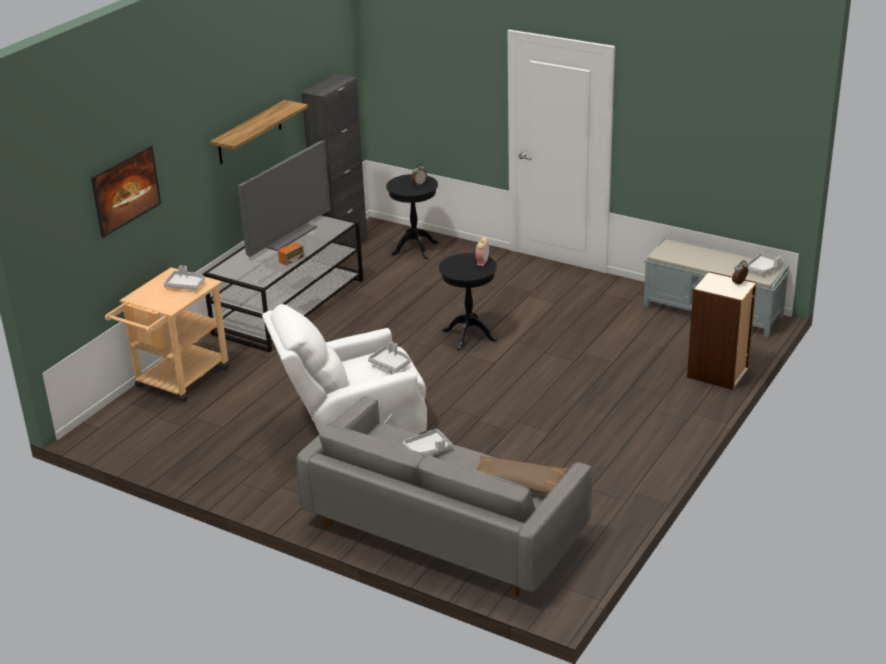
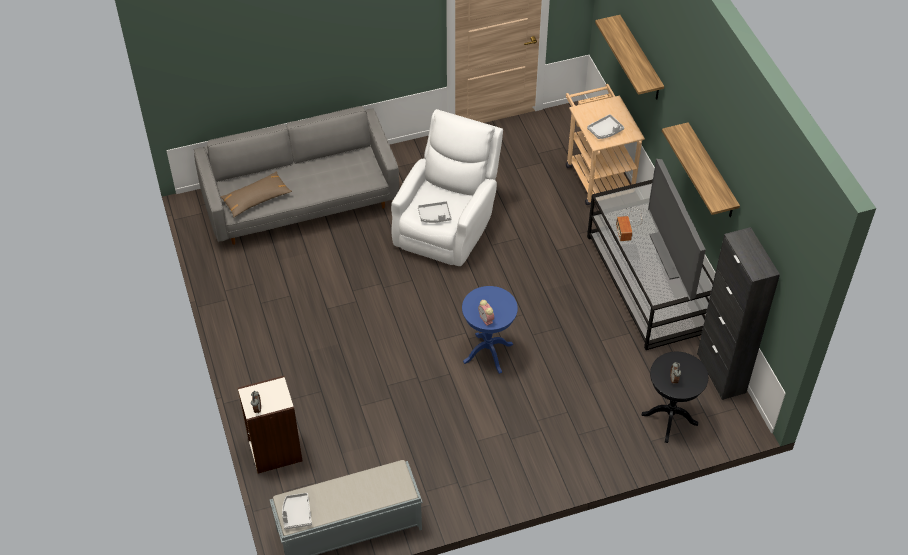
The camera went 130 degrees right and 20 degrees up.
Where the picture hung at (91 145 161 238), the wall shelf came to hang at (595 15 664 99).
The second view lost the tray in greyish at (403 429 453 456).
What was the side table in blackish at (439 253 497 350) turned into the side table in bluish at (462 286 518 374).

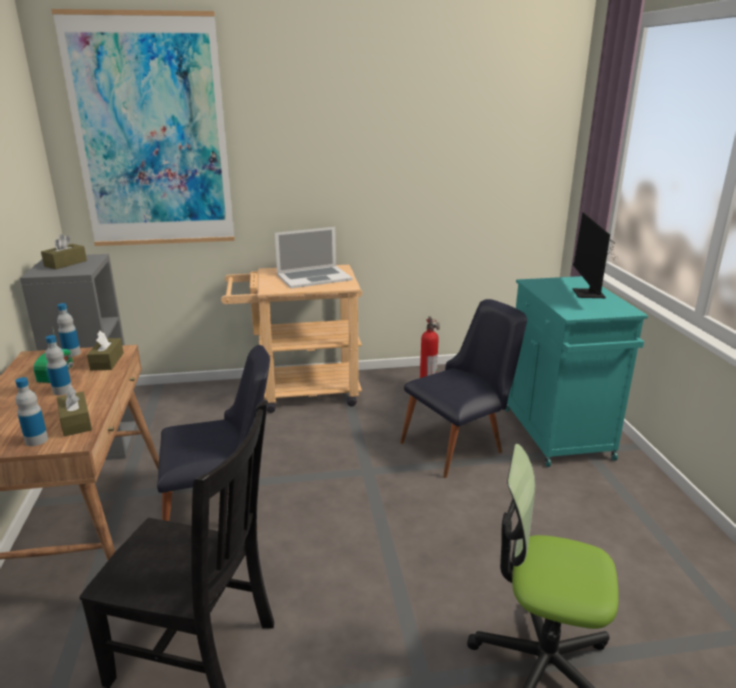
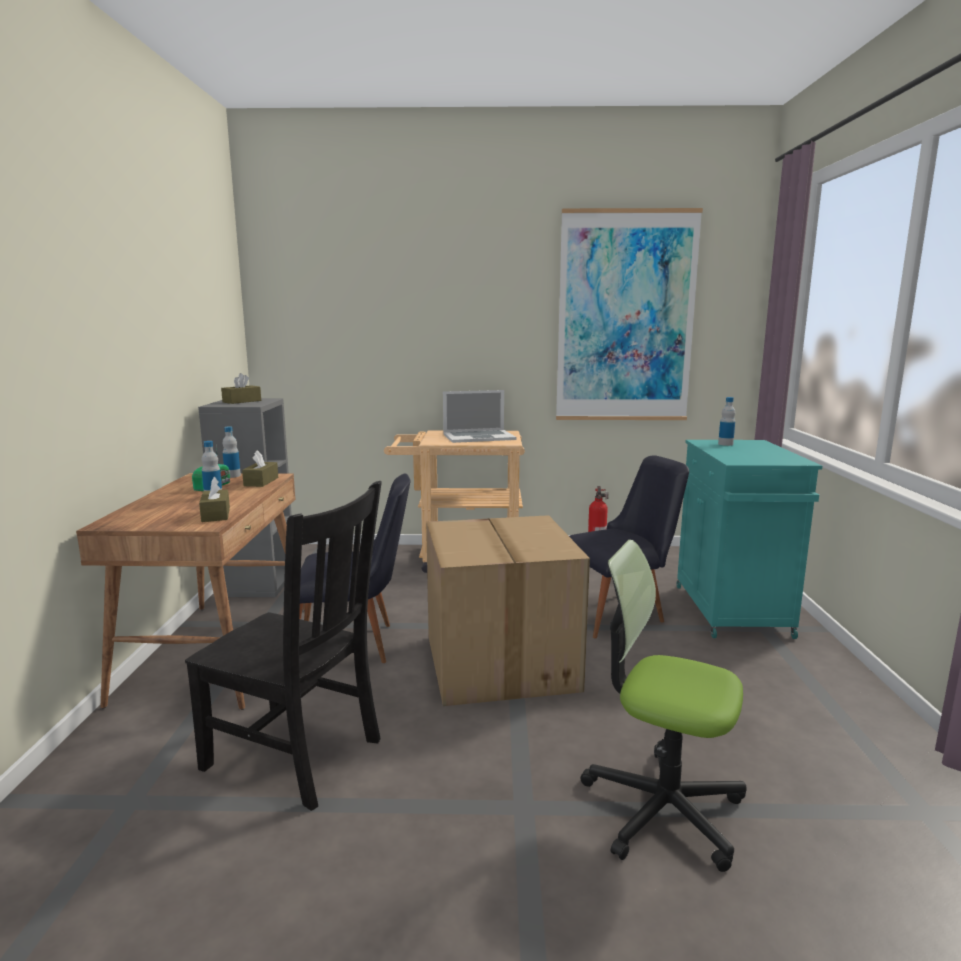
The camera went 10 degrees right and 10 degrees down.
The beverage bottle ended up elsewhere, having gone from (15 377 48 446) to (718 397 735 446).
The picture ended up elsewhere, having gone from (51 9 235 246) to (556 208 703 420).
The second view lost the computer display at (572 212 615 298).
The second view gained the carton at (426 515 590 706).

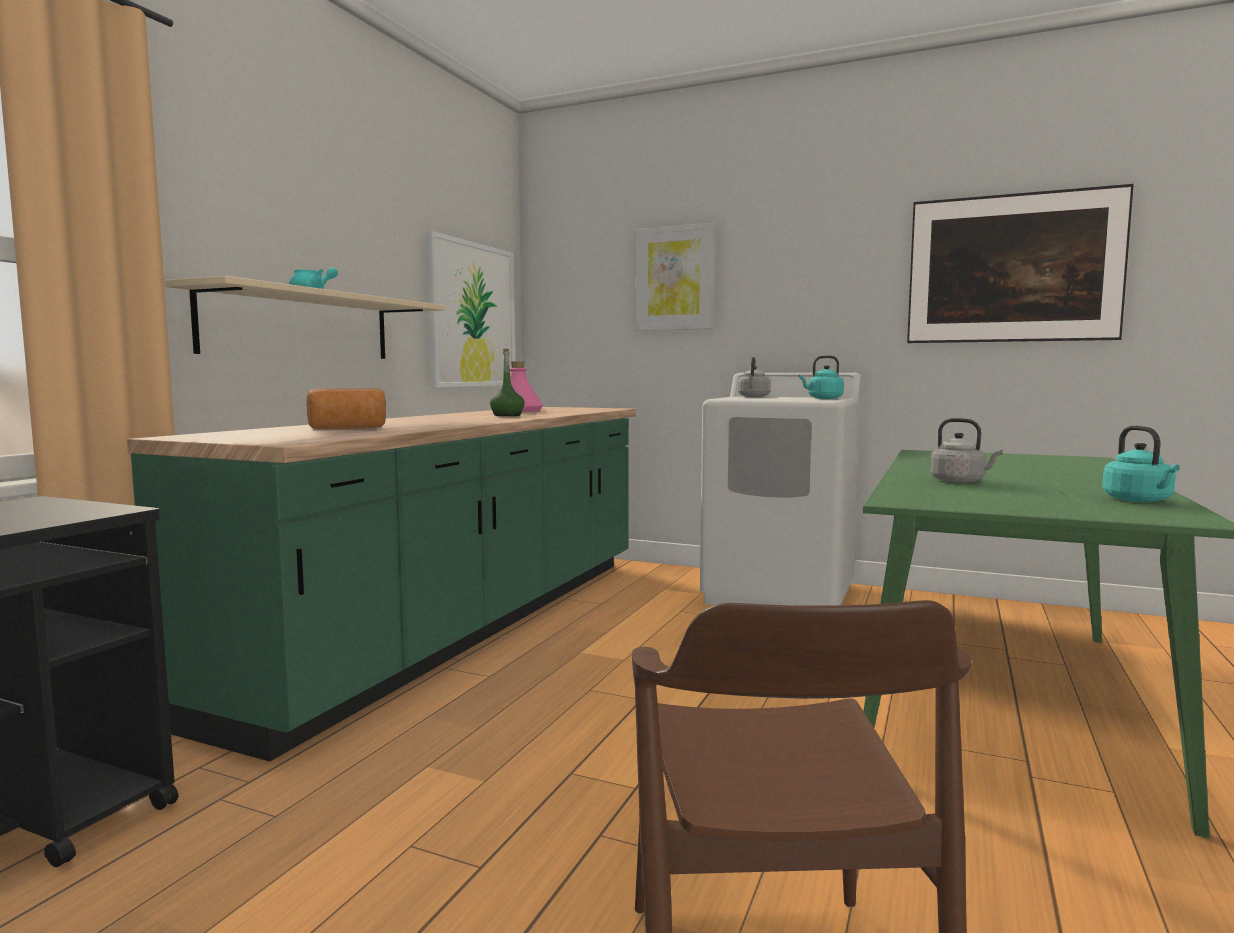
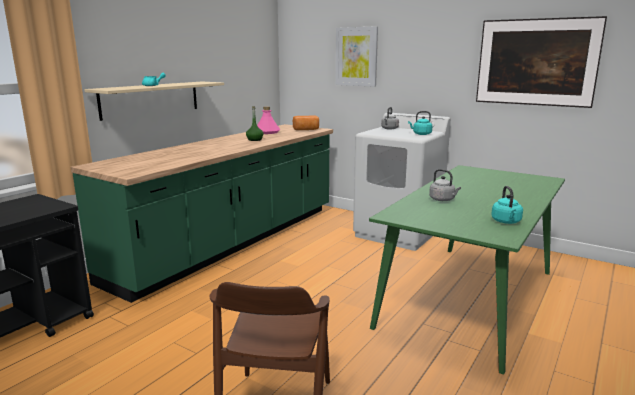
The camera went 10 degrees right and 10 degrees up.
The bakery bread ended up elsewhere, having gone from (306 388 386 429) to (293 116 319 130).
The second view lost the picture at (426 231 515 387).

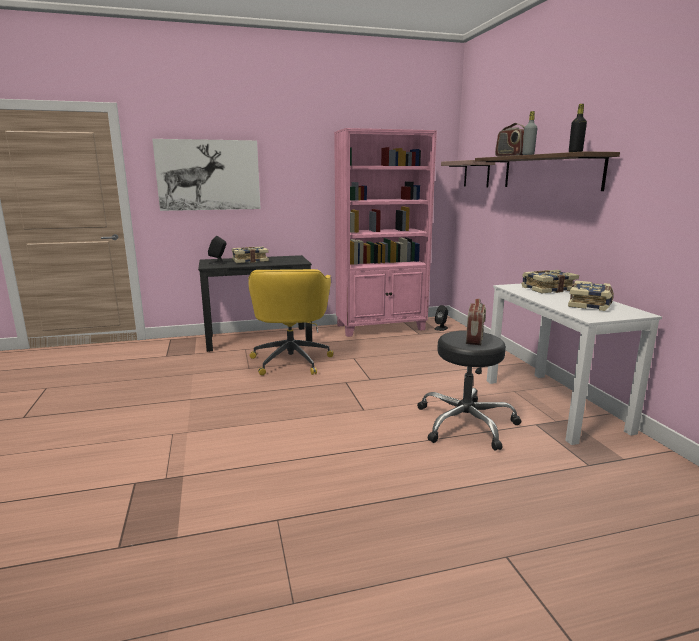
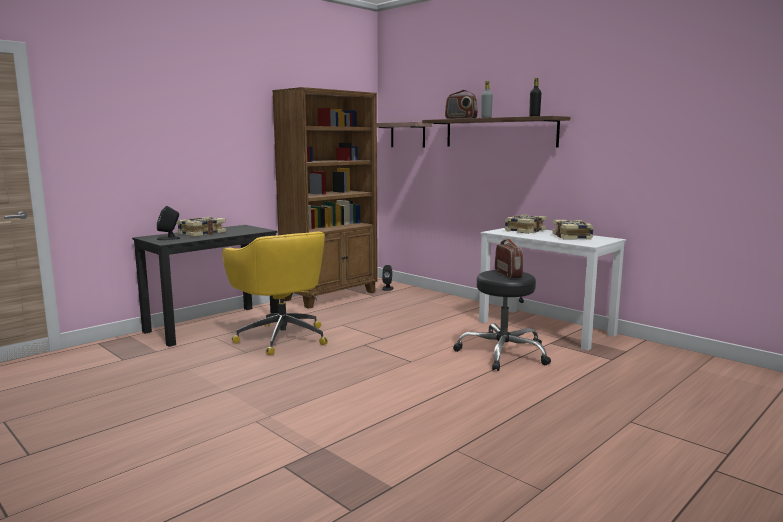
The camera went 30 degrees left and 5 degrees down.
The second view lost the picture at (152 139 261 211).
What was the bookshelf in pinkish at (334 128 437 337) turned into the bookshelf in brownish at (272 87 378 309).

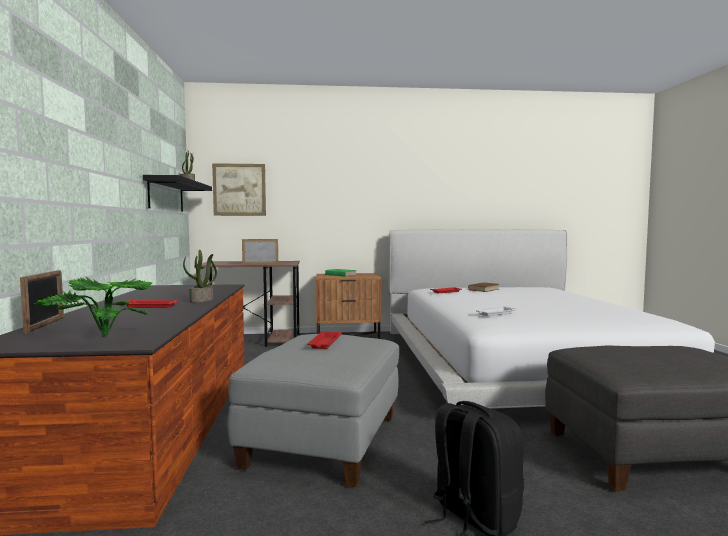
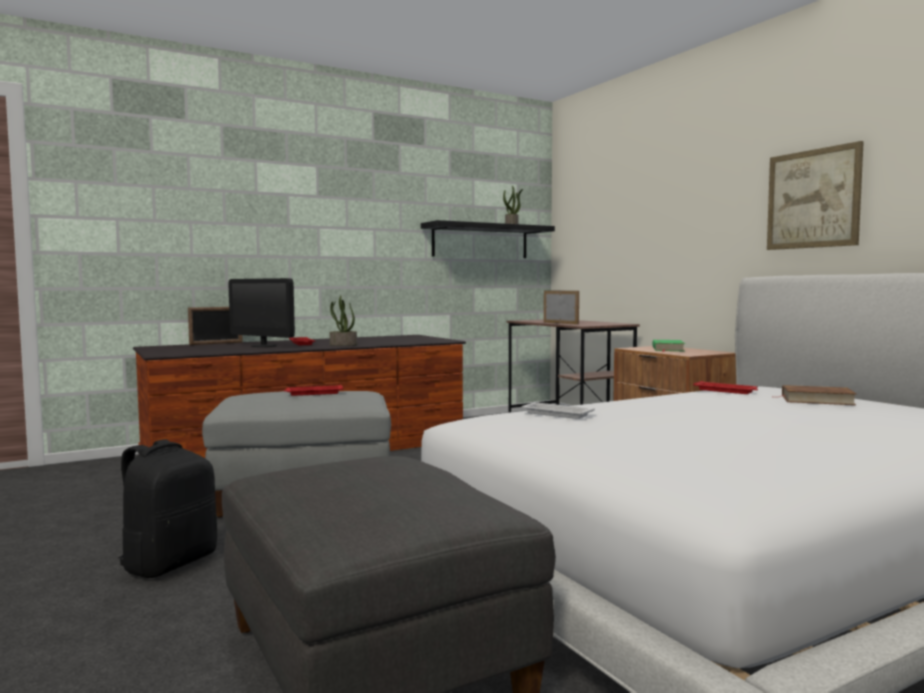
The camera went 65 degrees right and 0 degrees up.
The second view lost the houseplant at (34 277 153 337).
The picture ended up elsewhere, having gone from (212 163 266 216) to (767 141 864 250).
The second view gained the computer display at (228 278 295 347).

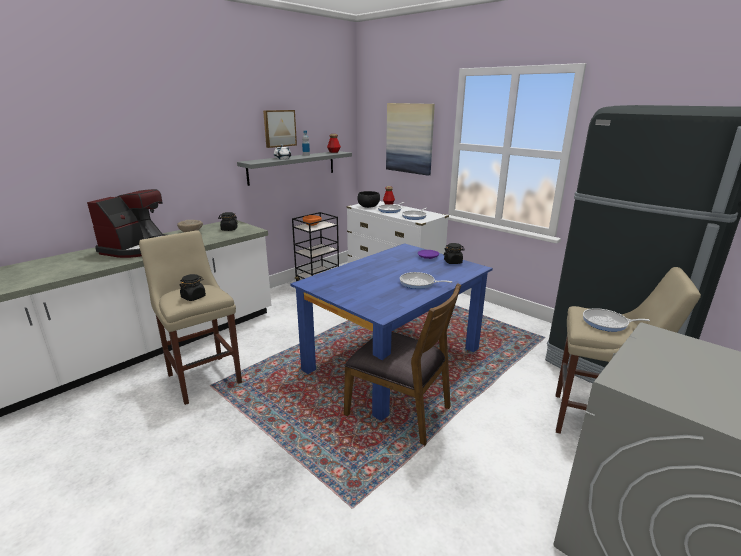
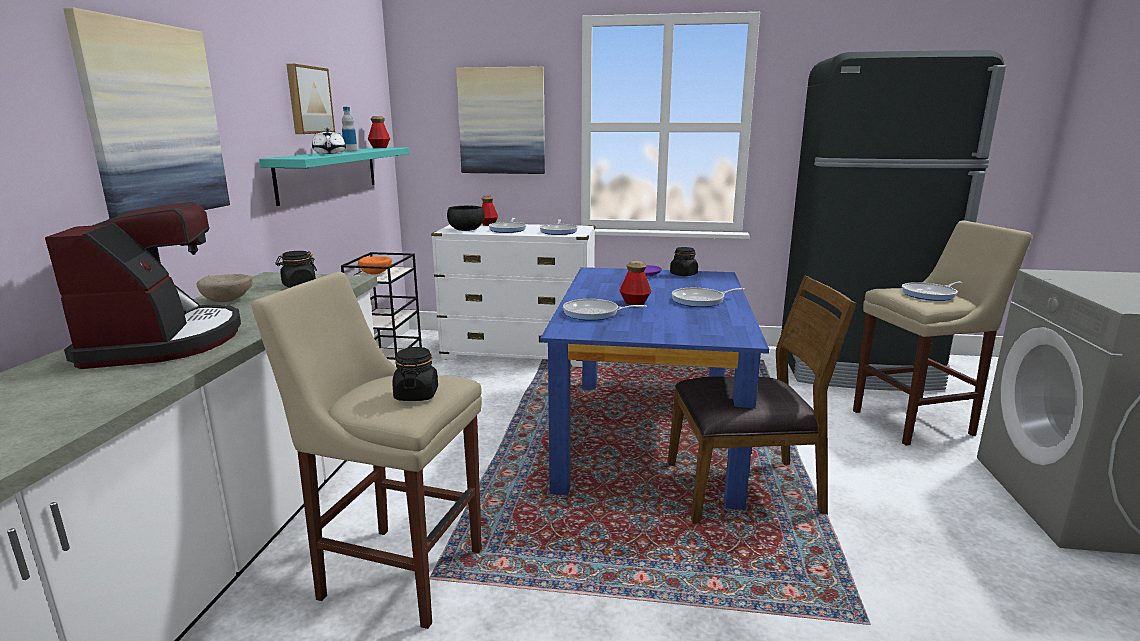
The camera went 35 degrees left and 5 degrees down.
What was the wall shelf in greyish at (237 151 352 186) turned into the wall shelf in blue-green at (259 147 410 206).
The second view gained the picture at (63 7 230 219).
The second view gained the pan at (563 299 647 321).
The second view gained the beverage bottle at (619 261 652 305).

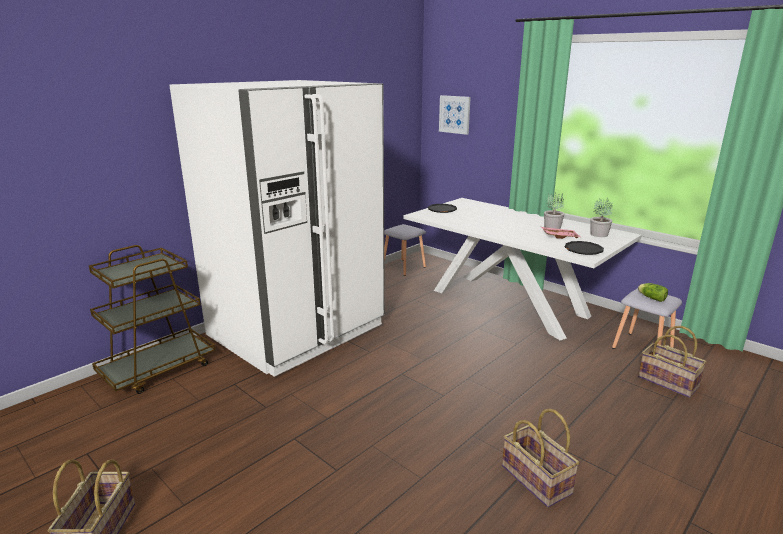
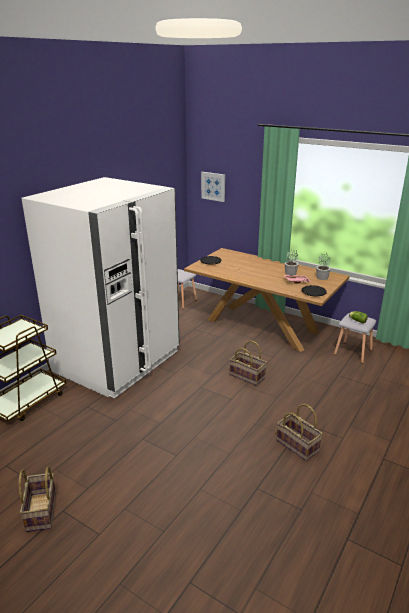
The camera went 10 degrees left and 5 degrees up.
What was the dining table in white-coloured at (404 198 642 340) turned into the dining table in brownish at (184 248 349 352).
The basket ended up elsewhere, having gone from (638 326 707 398) to (230 341 267 386).

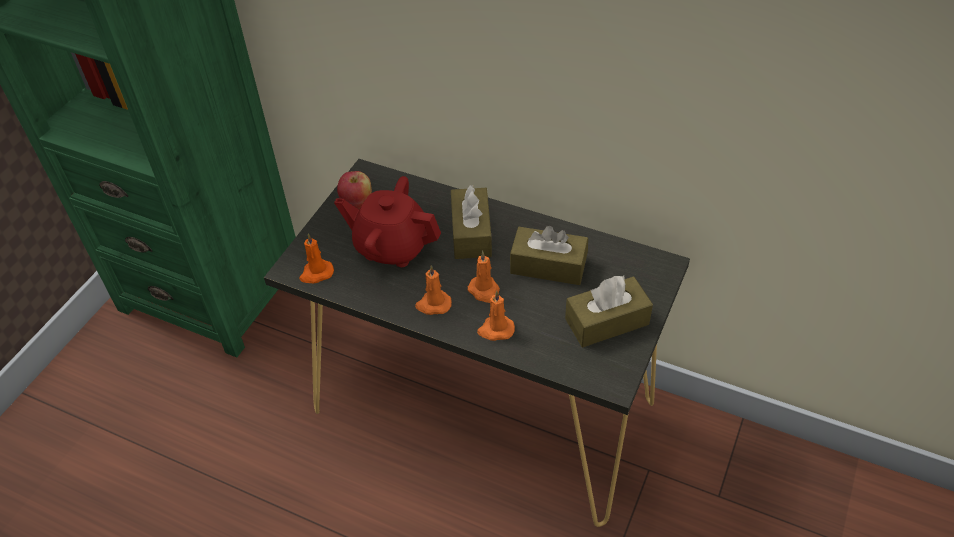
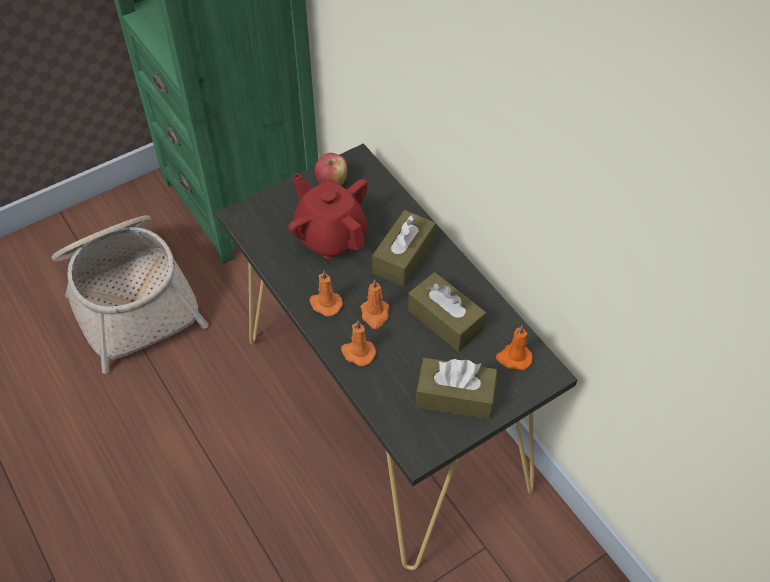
The camera went 30 degrees right and 5 degrees up.
The wax light in orange-coloured ended up elsewhere, having gone from (299 234 334 284) to (496 325 533 370).
The second view gained the basket at (52 215 209 374).

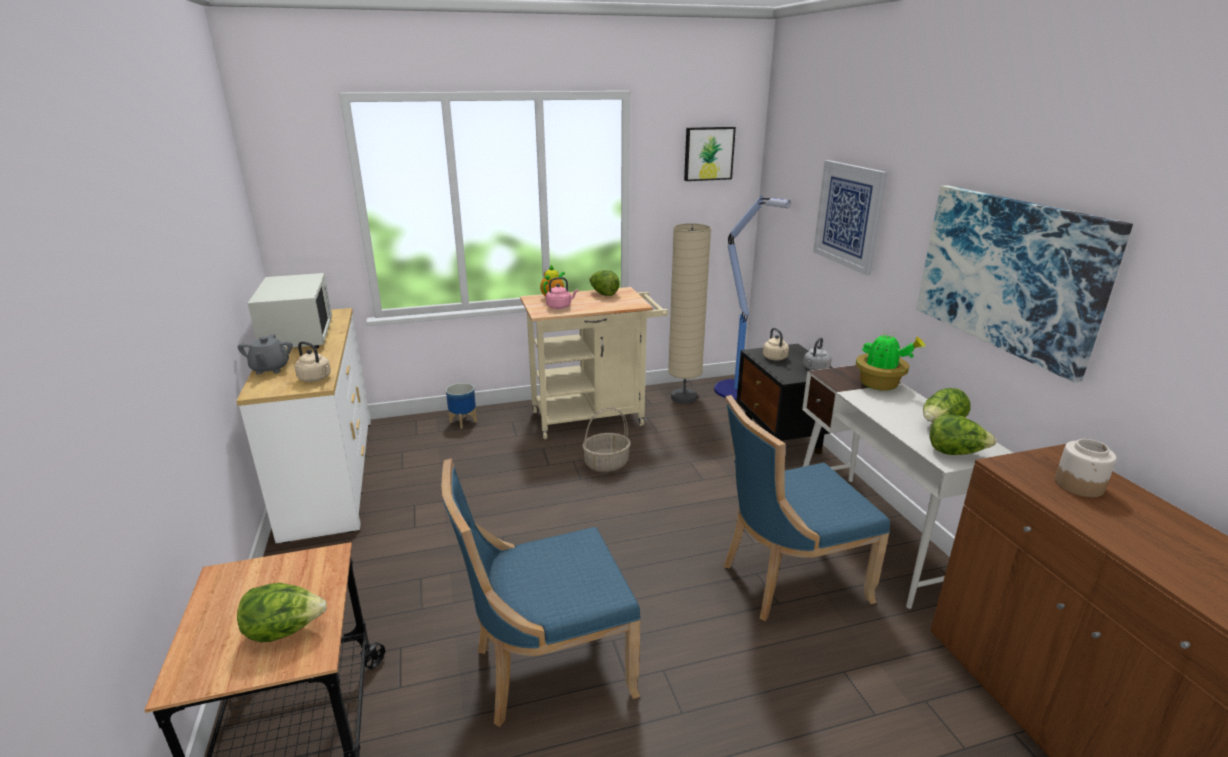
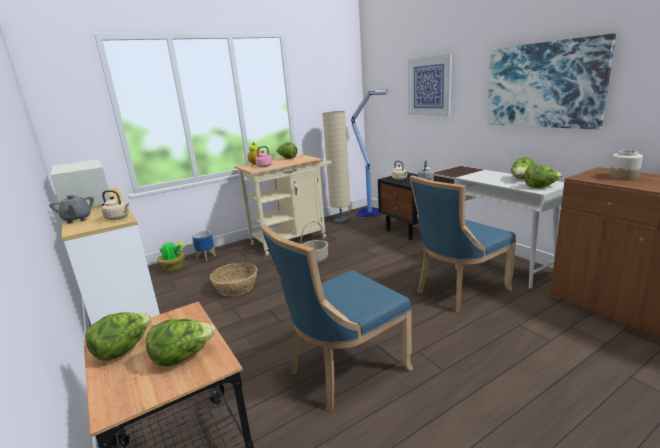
The camera went 15 degrees left and 5 degrees down.
The second view lost the picture at (684 127 736 181).
The houseplant ended up elsewhere, having gone from (856 332 925 391) to (157 241 185 272).
The second view gained the head of lettuce at (85 312 151 361).
The second view gained the basket at (210 262 257 296).

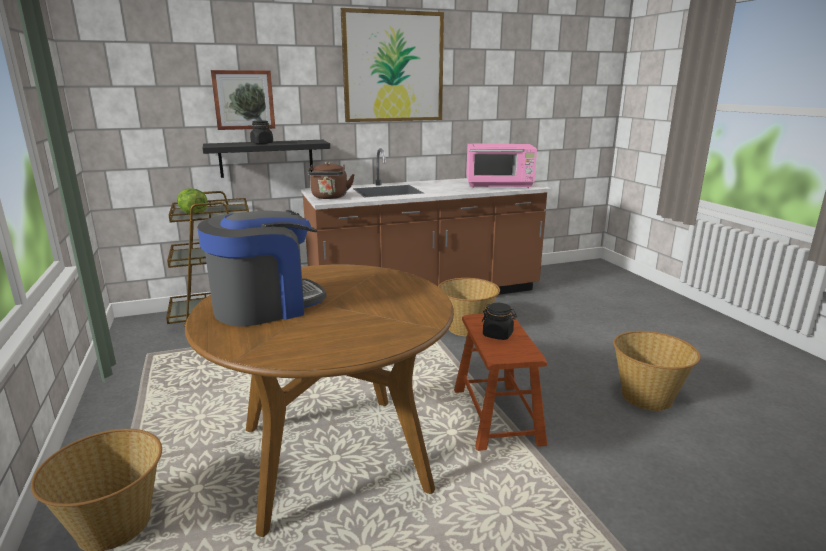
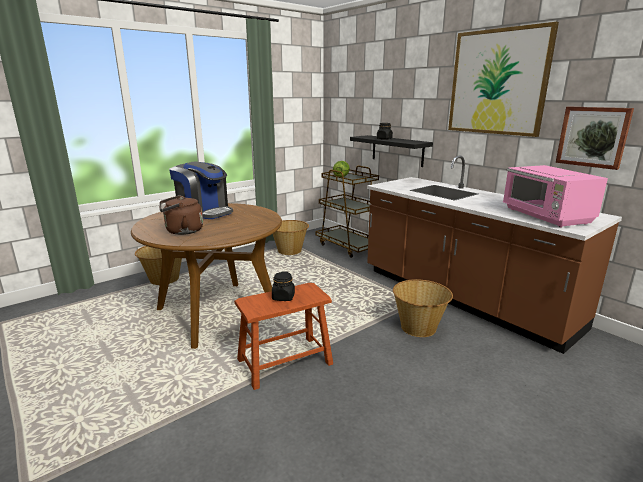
The camera went 70 degrees right and 0 degrees up.
The picture ended up elsewhere, having gone from (211 70 275 130) to (556 106 634 170).
The water kettle in brownish ended up elsewhere, having gone from (308 162 355 199) to (159 195 203 235).
The basket ended up elsewhere, having gone from (613 331 701 411) to (273 220 309 255).

